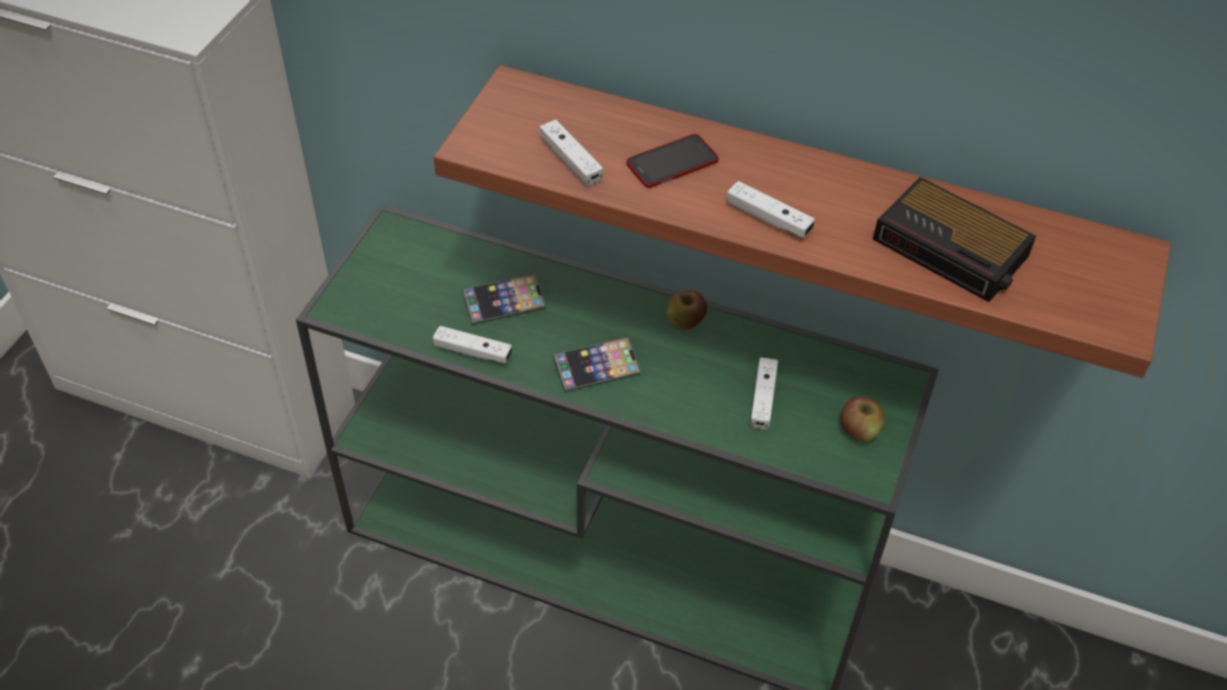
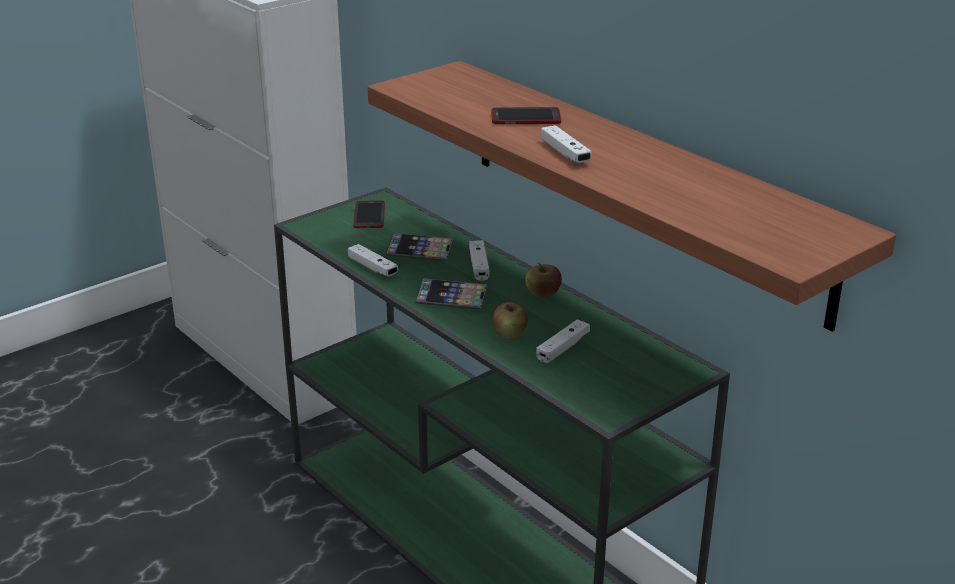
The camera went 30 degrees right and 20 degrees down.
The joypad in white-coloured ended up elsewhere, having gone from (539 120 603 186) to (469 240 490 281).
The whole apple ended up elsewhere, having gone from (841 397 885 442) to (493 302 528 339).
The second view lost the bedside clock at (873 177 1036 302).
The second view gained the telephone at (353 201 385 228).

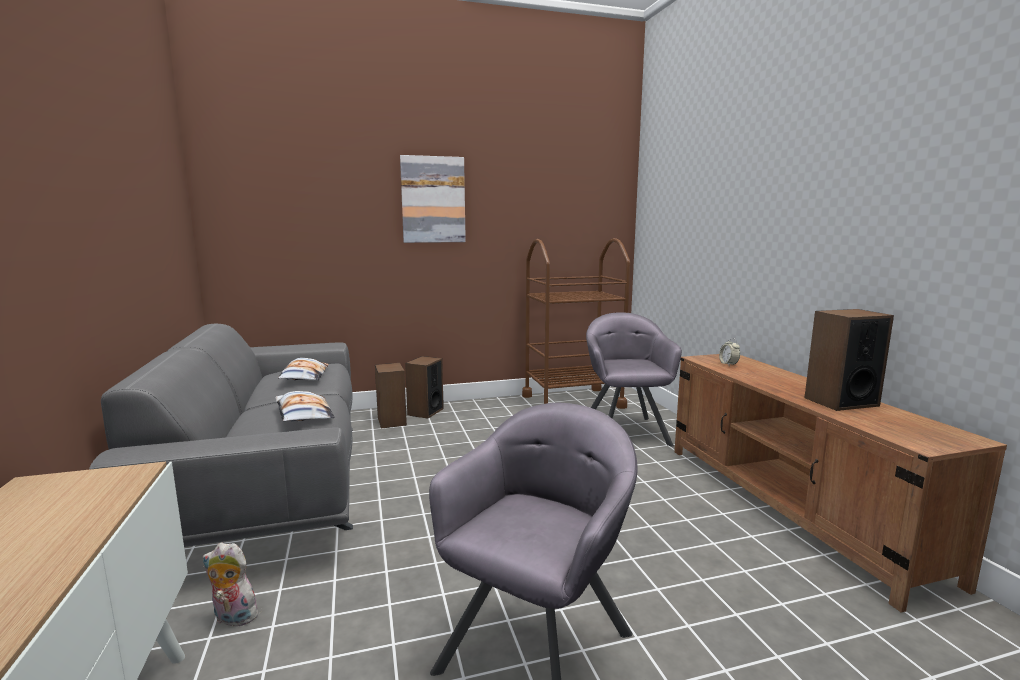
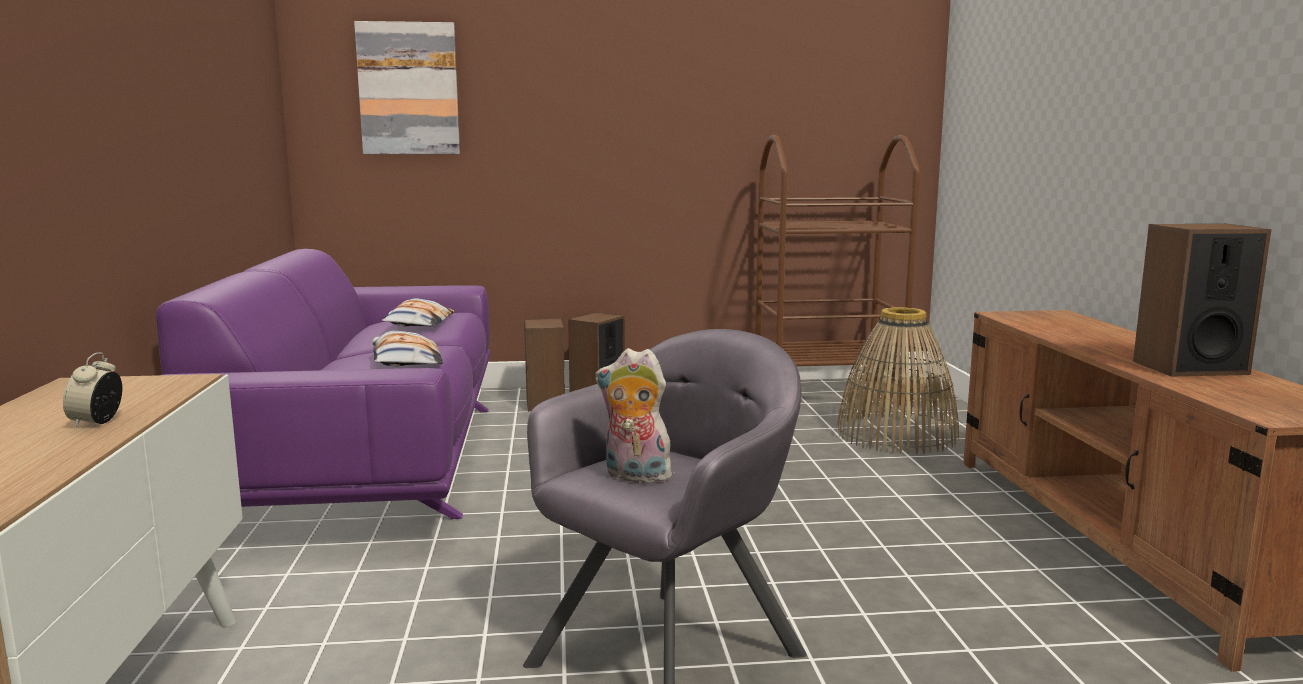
The camera went 10 degrees right and 0 degrees up.
What was the couch in greyish at (89 324 353 547) turned into the couch in purple at (156 249 490 519).
The plush toy ended up elsewhere, having gone from (203 543 260 627) to (595 348 678 486).
The picture ended up elsewhere, having gone from (400 155 466 243) to (354 21 460 154).
Where the lounge chair in greyish stood at (586 312 682 447), the basket came to stand at (836 307 959 454).
The bedside clock ended up elsewhere, having gone from (719 338 740 366) to (63 352 122 428).

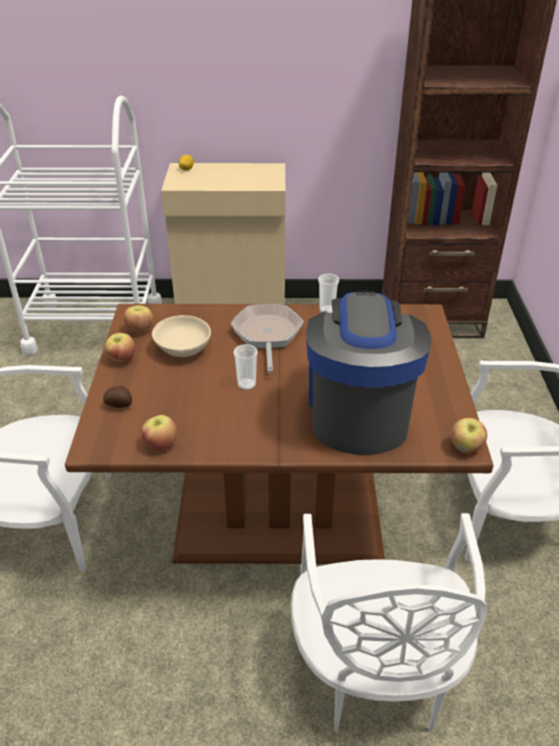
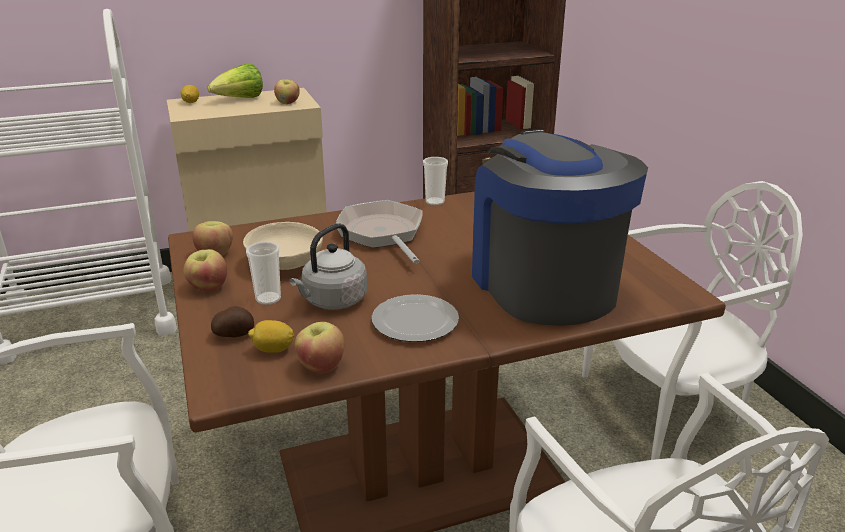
The camera went 20 degrees left and 10 degrees down.
The small cup ended up elsewhere, having gone from (233 344 258 390) to (246 241 281 305).
The whole apple ended up elsewhere, having gone from (451 418 487 453) to (274 79 300 104).
The second view gained the head of lettuce at (207 63 263 98).
The second view gained the lemon at (248 320 294 353).
The second view gained the water kettle in greyish at (289 223 367 310).
The second view gained the flat dish at (372 294 459 342).

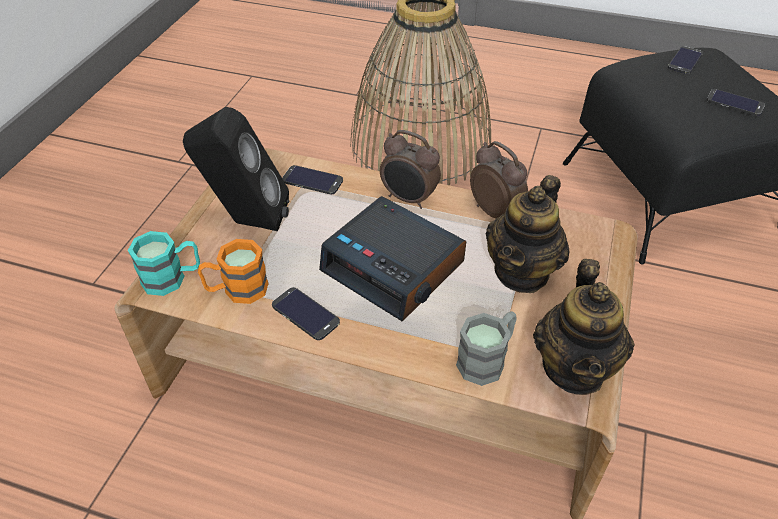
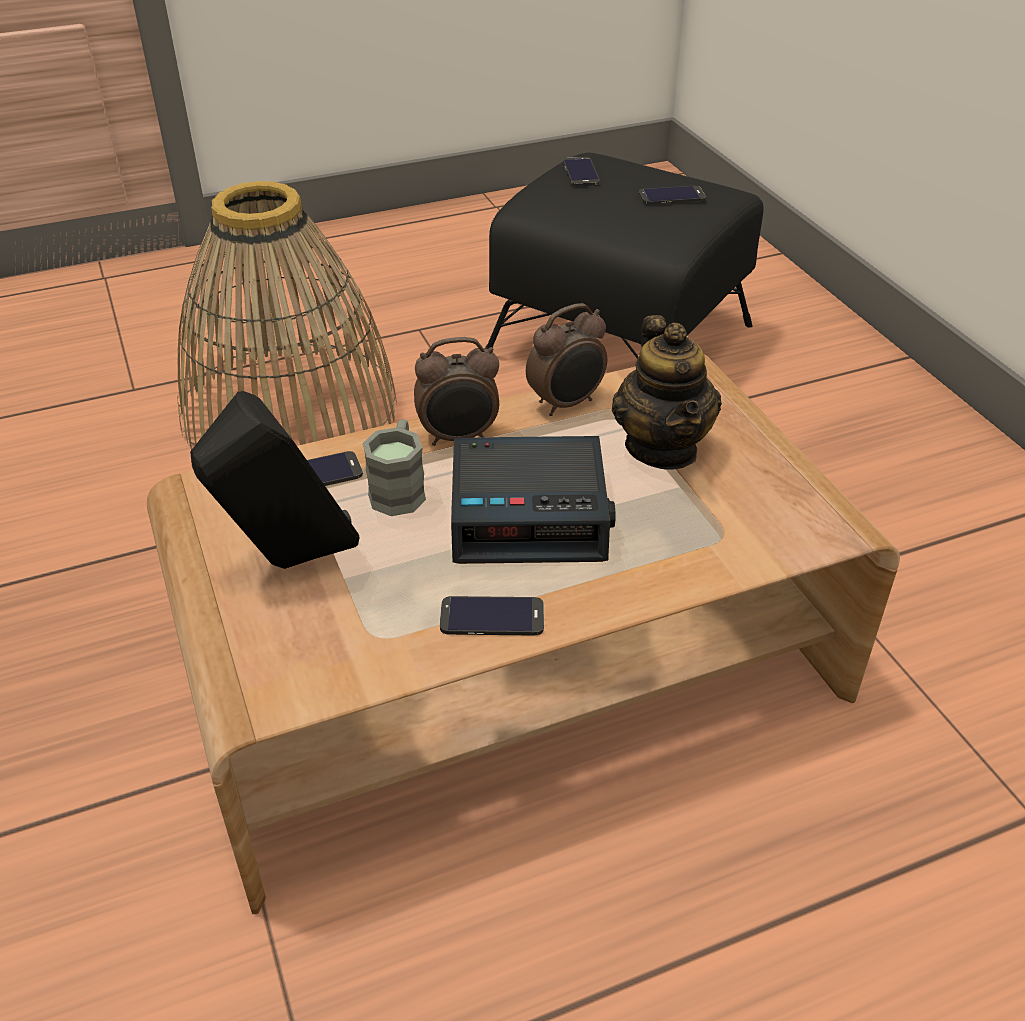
The camera went 40 degrees left and 5 degrees down.
The second view lost the coffee mug in blue-green at (128 231 200 296).
The second view lost the coffee mug in orange-coloured at (198 239 269 304).
The coffee mug in greyish ended up elsewhere, having gone from (456 311 517 386) to (363 419 426 516).
The bedside clock at (470 141 528 218) ended up facing another way, 135 degrees clockwise from before.
The second view lost the tea pot at (533 259 634 395).

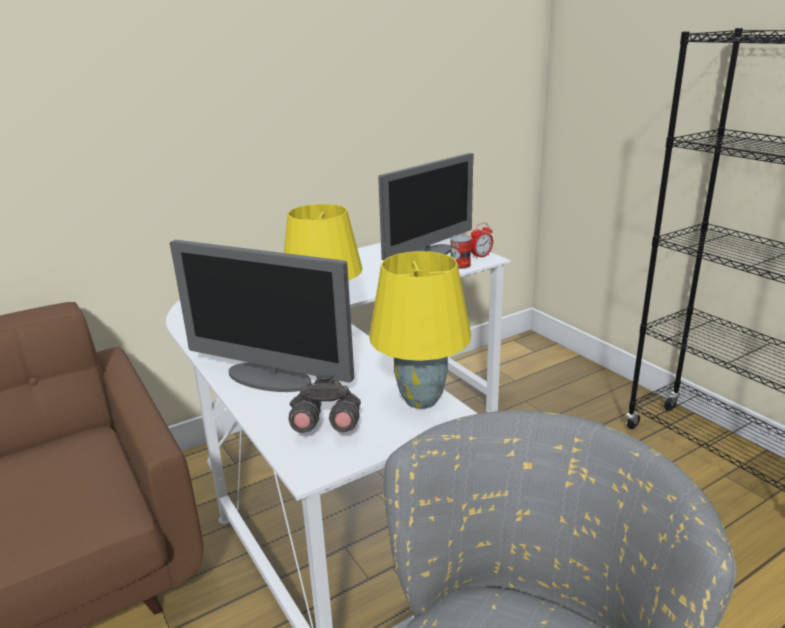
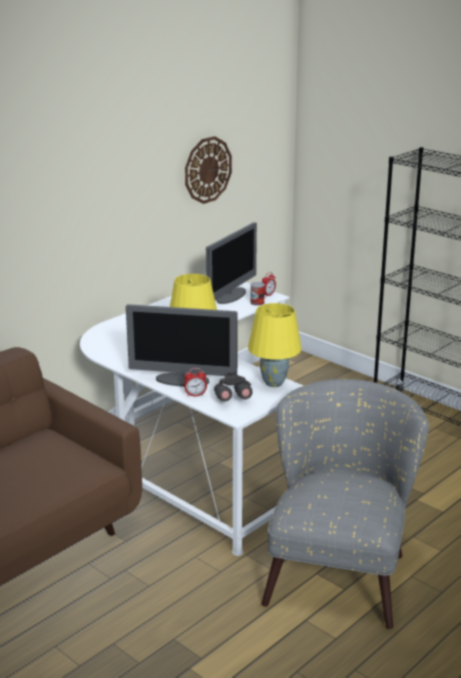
The camera went 15 degrees left and 0 degrees up.
The second view gained the bedside clock at (184 368 207 397).
The second view gained the clock on the wall at (185 136 232 204).

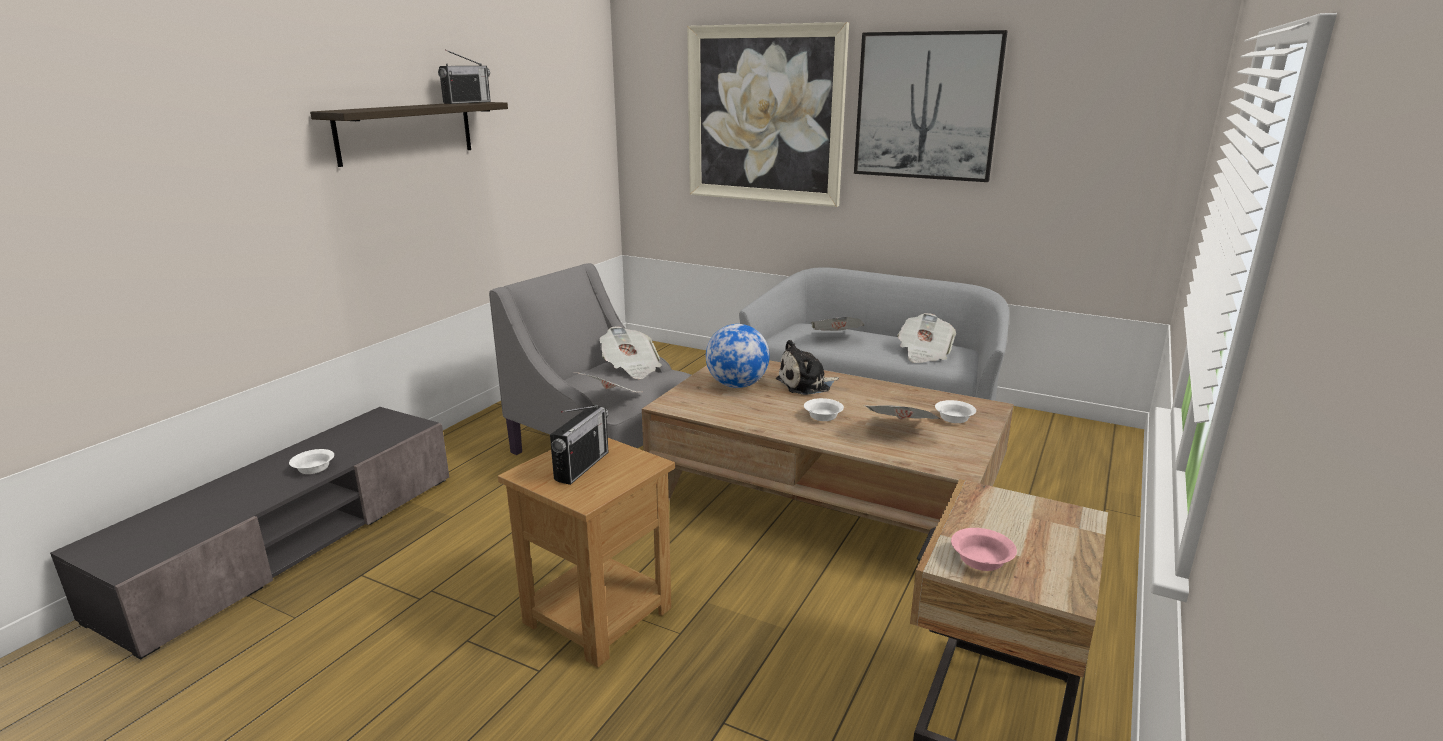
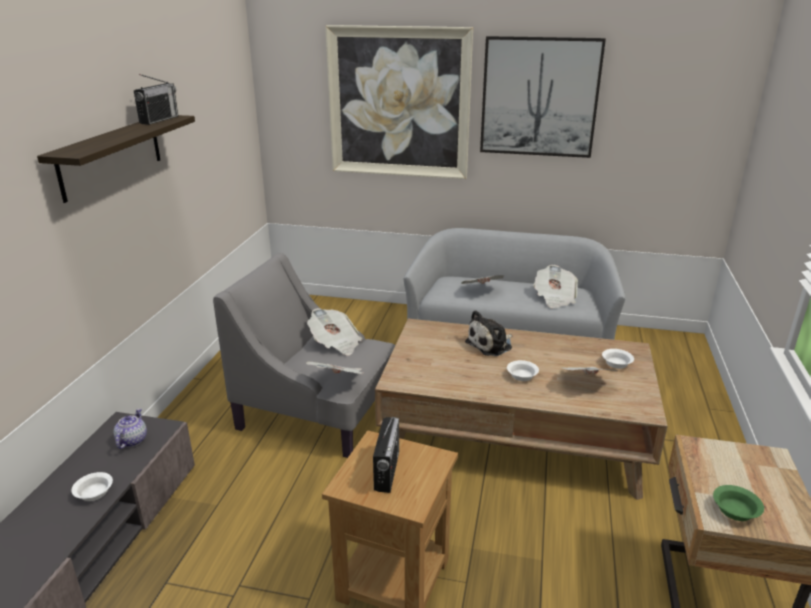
The camera went 15 degrees left and 5 degrees up.
The second view lost the globe at (706 324 769 388).
What was the serving bowl in pinkish at (951 528 1017 571) turned into the serving bowl in greenish at (713 485 764 521).
The second view gained the tea pot at (114 408 147 449).

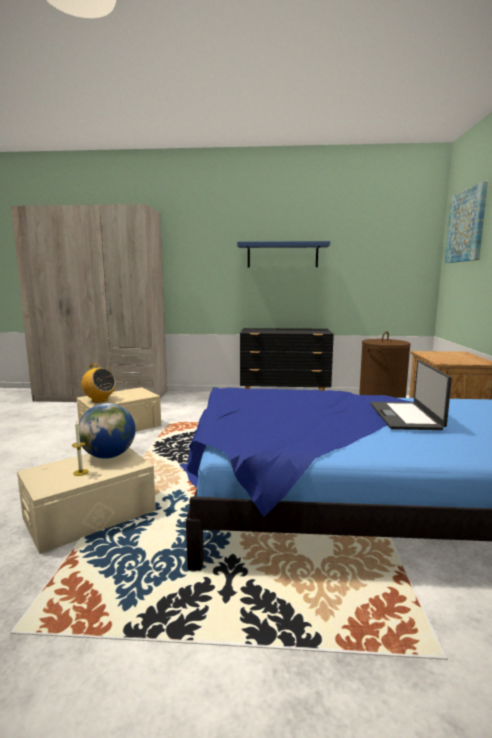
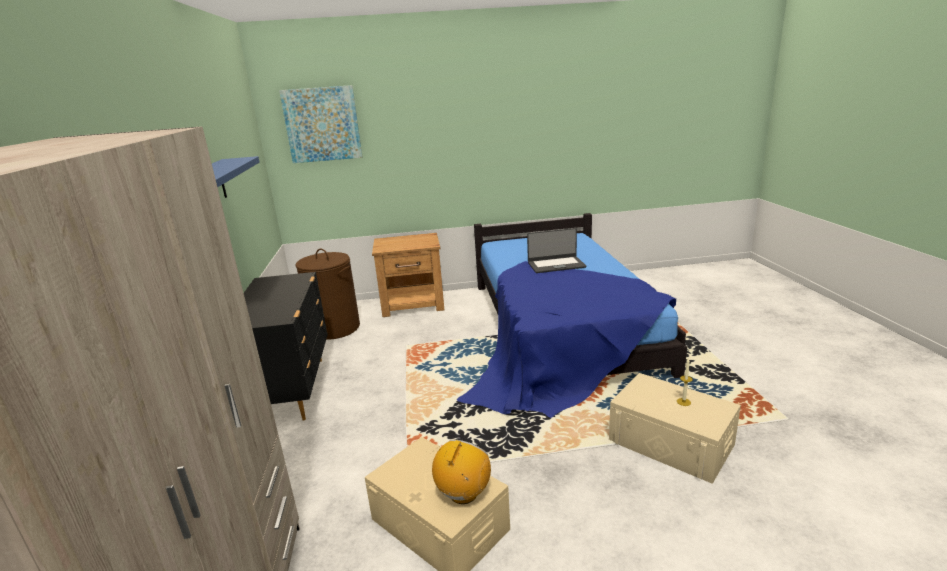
The camera went 100 degrees left and 10 degrees up.
The second view lost the globe at (79 403 135 459).

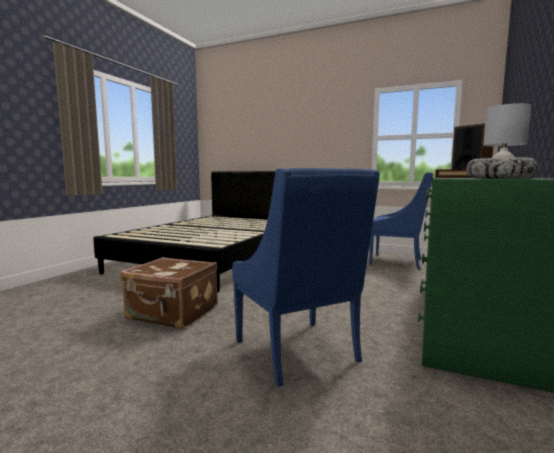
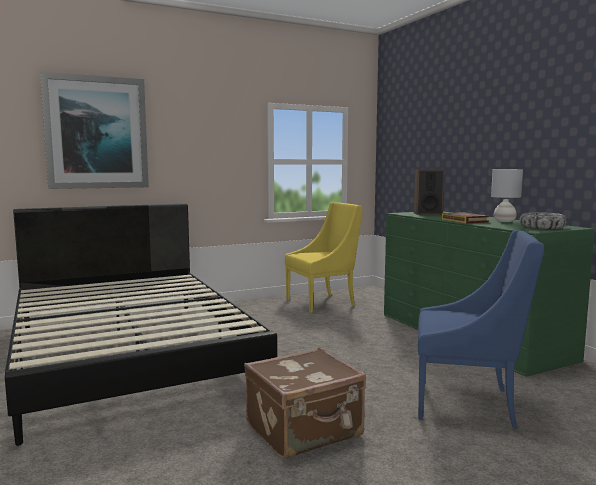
The camera went 50 degrees left and 0 degrees up.
What was the lounge chair in bluish at (369 172 433 270) turned into the lounge chair in yellow at (285 202 363 313).
The second view gained the picture at (40 72 149 189).

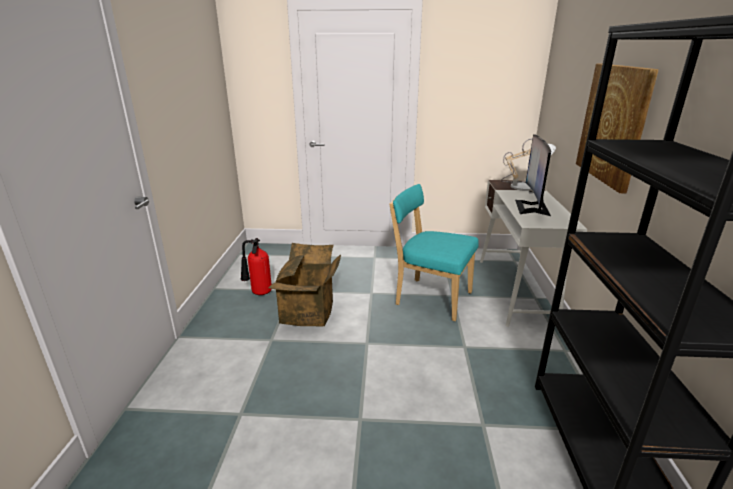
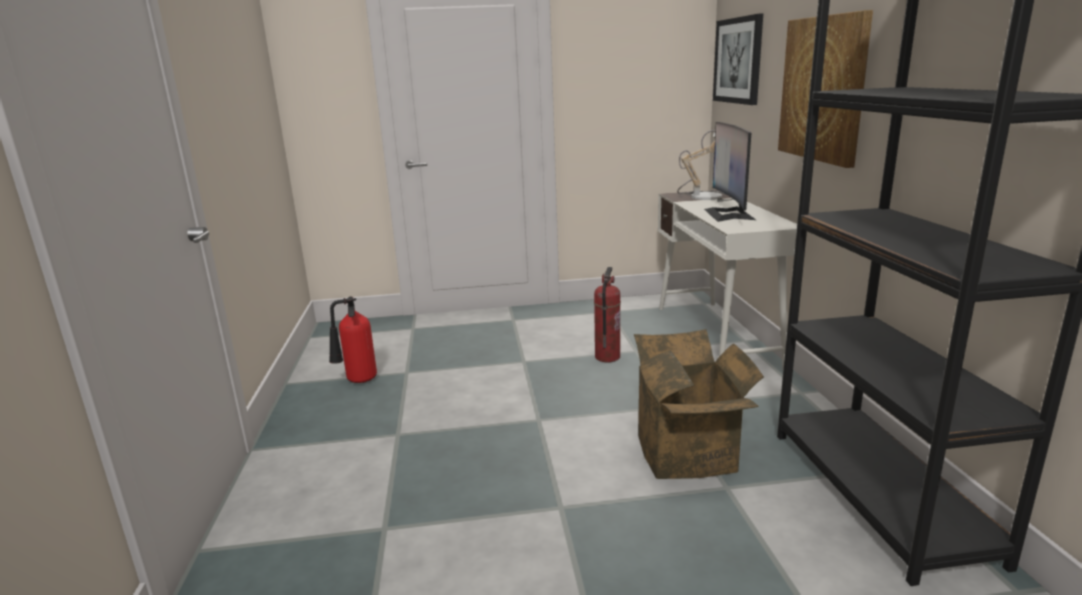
The camera went 10 degrees left and 5 degrees down.
The carton ended up elsewhere, having gone from (269 243 341 326) to (634 329 764 479).
Where the chair in blue-green stood at (389 184 479 321), the fire-fighting cylinder came to stand at (594 267 621 362).
The second view gained the picture at (713 13 763 105).

